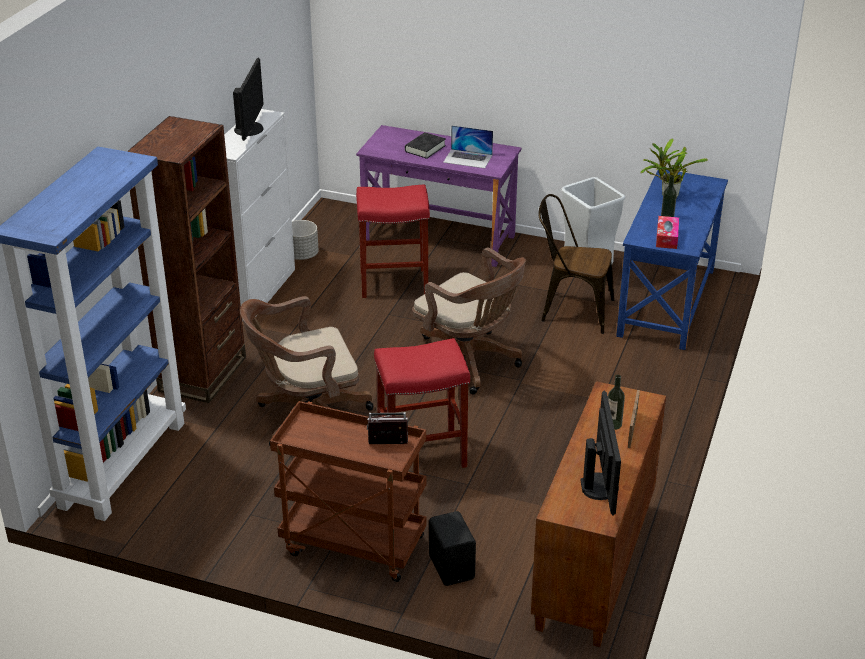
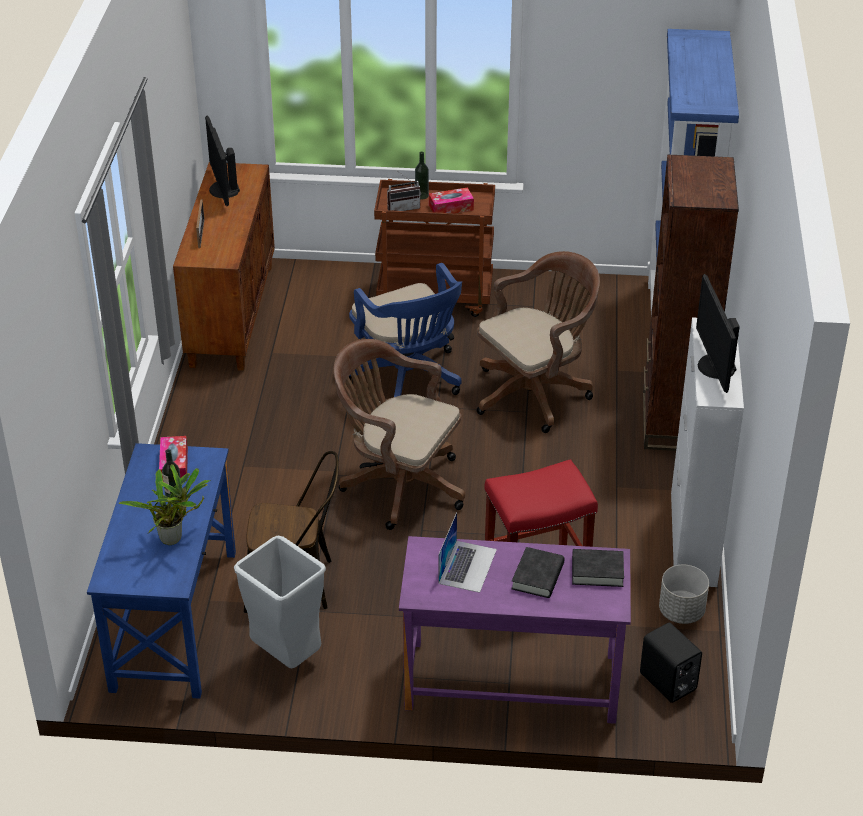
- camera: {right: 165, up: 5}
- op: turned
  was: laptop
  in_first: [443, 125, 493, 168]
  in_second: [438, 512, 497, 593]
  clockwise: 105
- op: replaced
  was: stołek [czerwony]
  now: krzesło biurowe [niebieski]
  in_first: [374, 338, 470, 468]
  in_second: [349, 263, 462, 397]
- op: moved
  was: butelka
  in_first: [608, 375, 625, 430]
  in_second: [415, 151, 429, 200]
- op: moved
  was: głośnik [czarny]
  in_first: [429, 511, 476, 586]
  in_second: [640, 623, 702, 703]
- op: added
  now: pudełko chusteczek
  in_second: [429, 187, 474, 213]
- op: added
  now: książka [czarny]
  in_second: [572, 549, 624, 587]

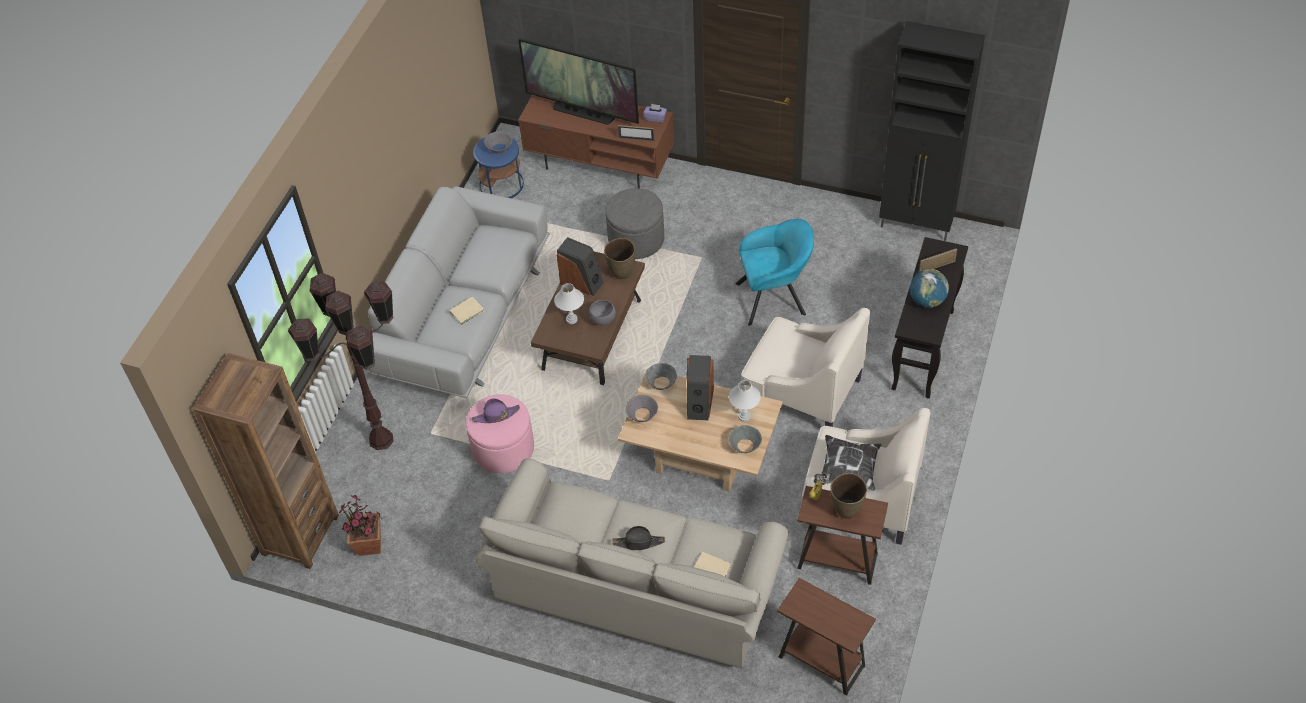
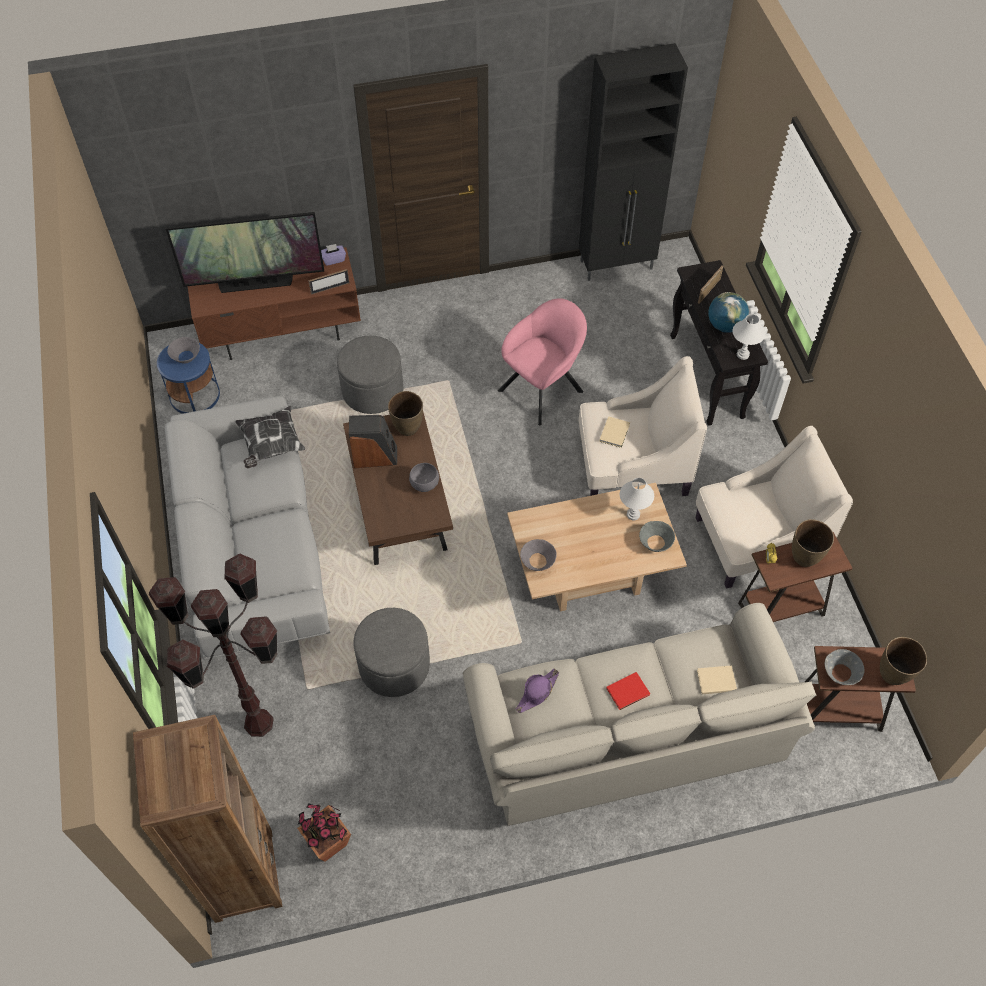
- camera: {right: -35, up: 5}
- op: recoloured
  was: fotel [turkusowy]
  now: fotel [różowy]
  in_first: [735, 219, 814, 326]
  in_second: [498, 298, 587, 426]
- op: moved
  was: lampa stołowa [biały]
  in_first: [554, 283, 584, 324]
  in_second: [733, 314, 766, 360]
- op: moved
  was: książka [beżowy]
  in_first: [449, 297, 484, 325]
  in_second: [599, 416, 630, 448]
- op: removed
  was: głośnik
  in_first: [687, 355, 714, 421]
- op: moved
  was: miska [szary]
  in_first: [645, 363, 677, 390]
  in_second: [825, 649, 865, 685]
- op: recoloured
  was: pufa [różowy]
  now: pufa [szary]
  in_first: [466, 394, 534, 473]
  in_second: [354, 608, 430, 697]
- op: moved
  was: kapelusz [fioletowy]
  in_first: [472, 398, 520, 423]
  in_second: [516, 669, 559, 713]
- op: moved
  was: poduszka
  in_first: [814, 435, 882, 491]
  in_second: [235, 406, 305, 468]
- op: replaced
  was: kapelusz [czarny]
  now: książka [czerwony]
  in_first: [612, 526, 665, 550]
  in_second: [606, 672, 650, 710]
- op: added
  now: wazon [brązowy]
  in_second: [880, 637, 927, 685]

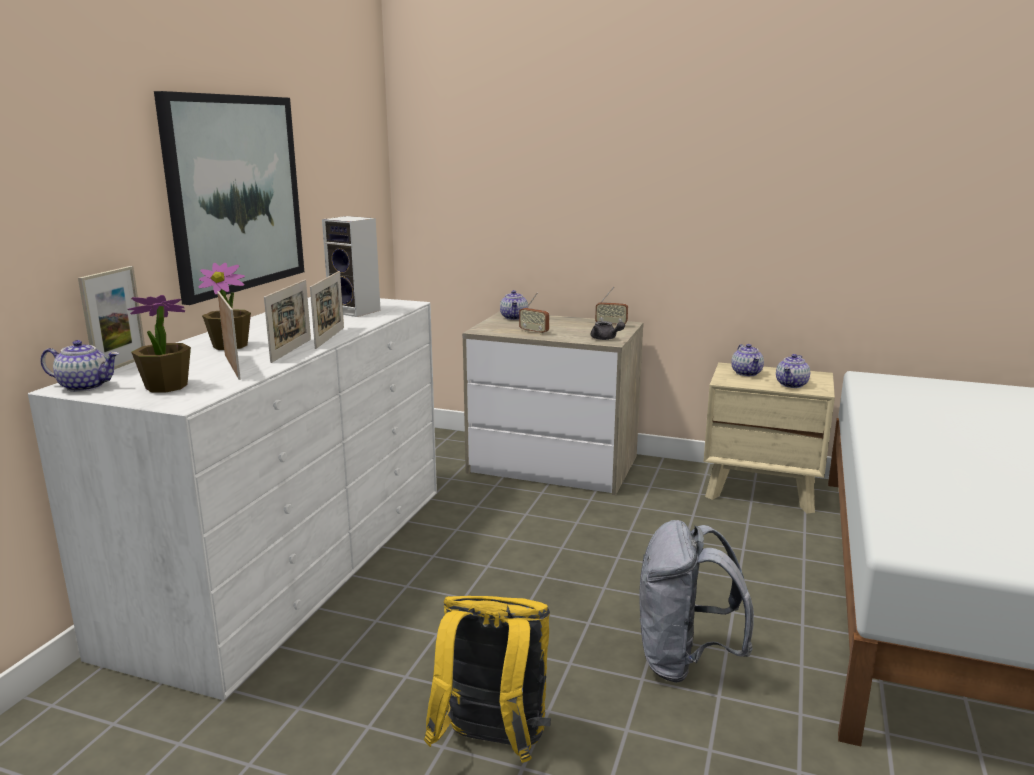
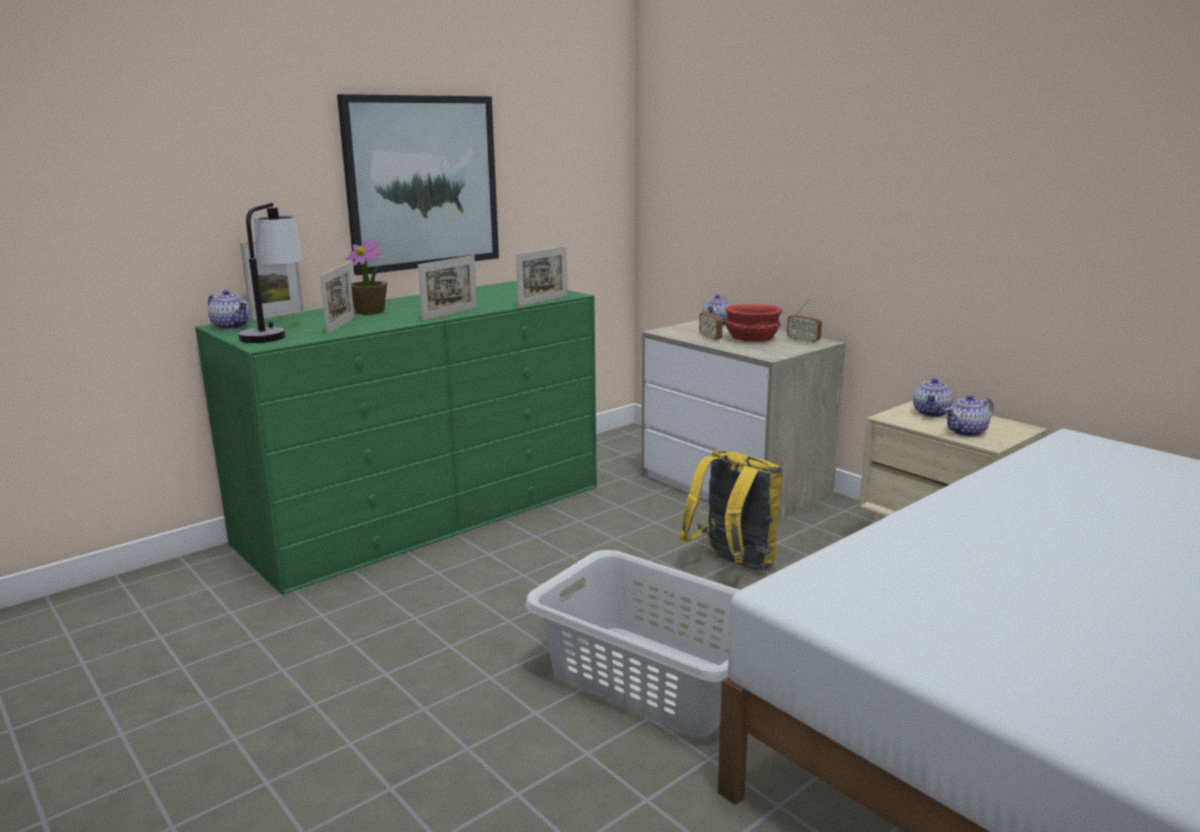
- camera: {right: 30, up: 0}
- op: removed
  was: głośnik
  in_first: [322, 216, 381, 317]
- op: moved
  was: ramka na zdjęcie
  in_first: [264, 280, 311, 363]
  in_second: [516, 246, 568, 307]
- op: replaced
  was: roślina doniczkowa
  now: lampa stołowa
  in_first: [127, 295, 191, 393]
  in_second: [238, 203, 303, 343]
- op: recoloured
  was: komoda [biały]
  now: komoda [zielony]
  in_first: [28, 297, 437, 700]
  in_second: [195, 281, 597, 595]
- op: removed
  was: imbryk [szary]
  in_first: [591, 321, 625, 340]
- op: replaced
  was: plecak [szary]
  now: kosz na pranie [szary]
  in_first: [639, 520, 754, 683]
  in_second: [525, 550, 739, 737]
- op: moved
  was: plecak [żółty]
  in_first: [424, 596, 551, 763]
  in_second: [679, 451, 783, 571]
- op: added
  now: miska [czerwony]
  in_second: [725, 304, 783, 342]

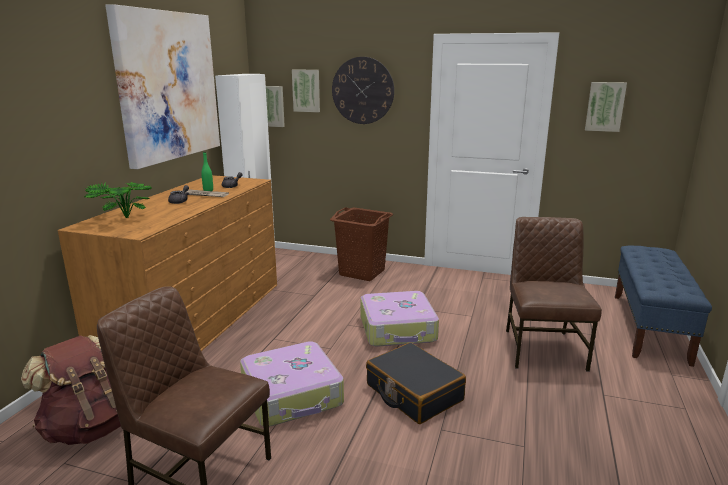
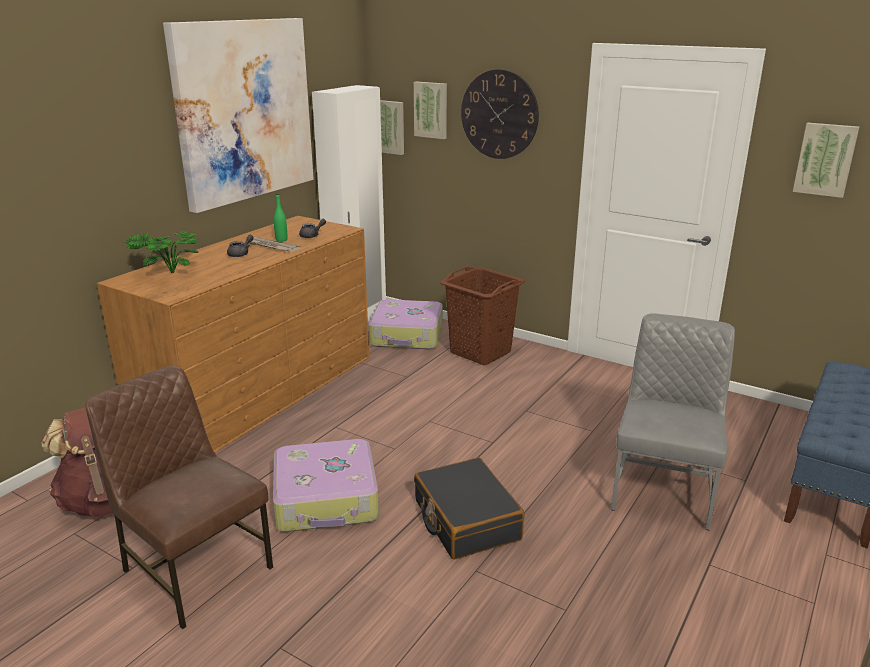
- camera: {right: 15, up: 5}
- op: recoloured
  was: krzesło [brązowy]
  now: krzesło [szary]
  in_first: [506, 217, 602, 372]
  in_second: [611, 313, 735, 530]
- op: moved
  was: walizka
  in_first: [360, 291, 439, 347]
  in_second: [369, 299, 443, 349]

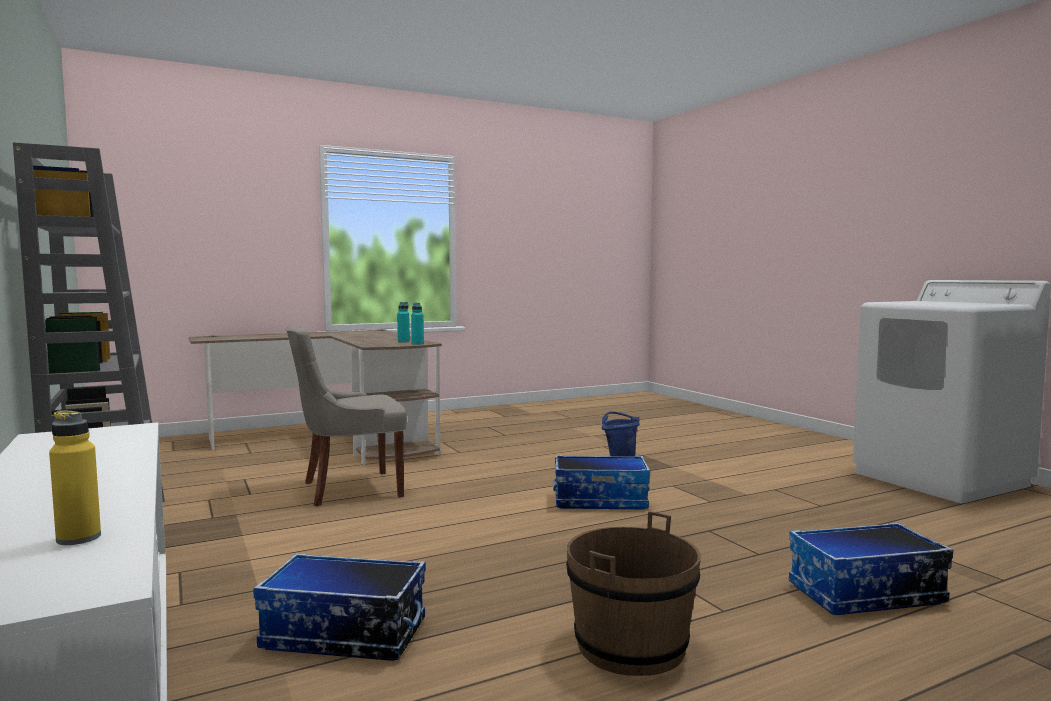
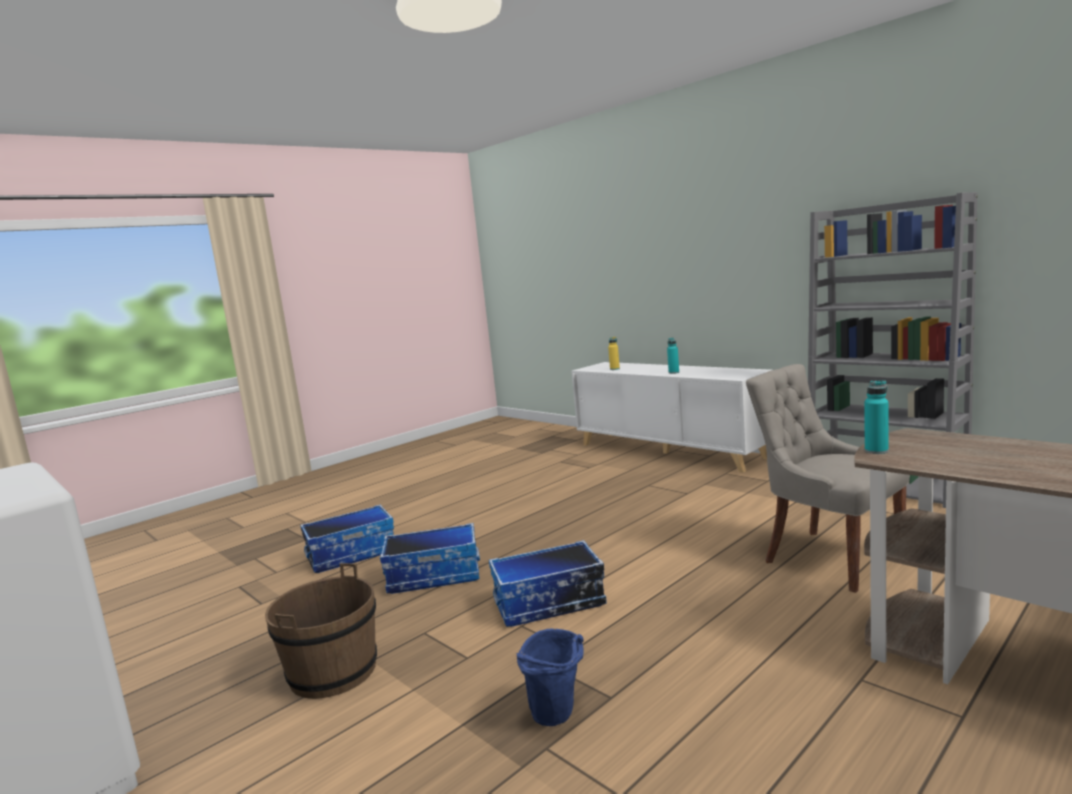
- camera: {right: 165, up: 5}
- op: moved
  was: butelka [turkusowy]
  in_first: [397, 302, 410, 343]
  in_second: [667, 338, 679, 374]
- op: turned
  was: krzesło [szary]
  in_first: [285, 324, 407, 506]
  in_second: [746, 364, 910, 593]
  clockwise: -90
- op: moved
  was: wiadro [brązowy]
  in_first: [566, 511, 701, 676]
  in_second: [265, 563, 377, 699]
- op: moved
  was: pojemnik do przechowywania
  in_first: [253, 553, 426, 661]
  in_second: [380, 523, 480, 594]

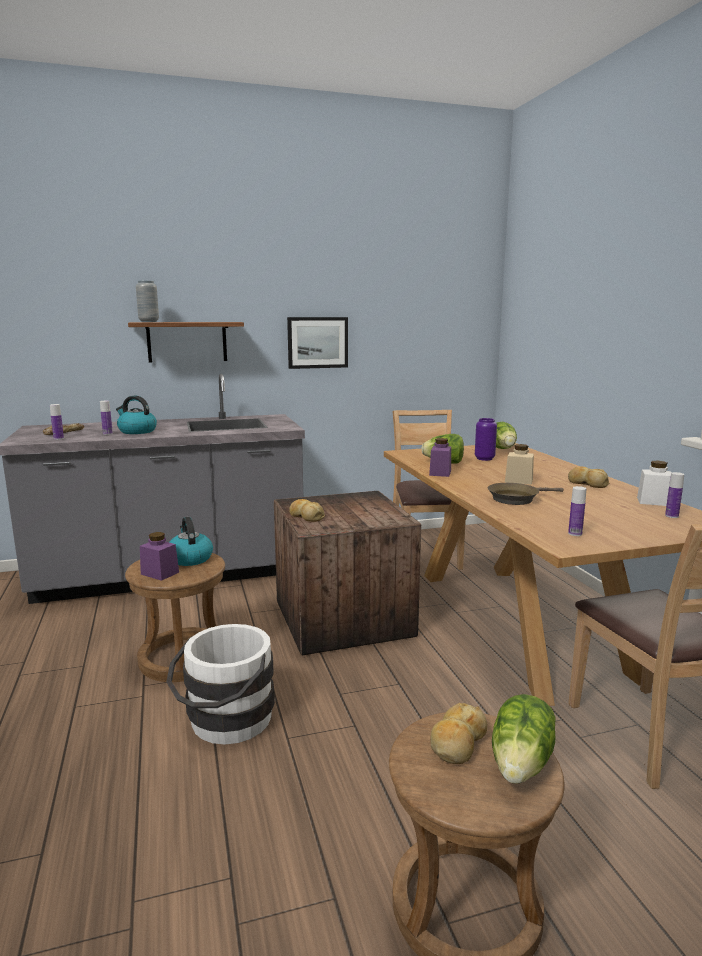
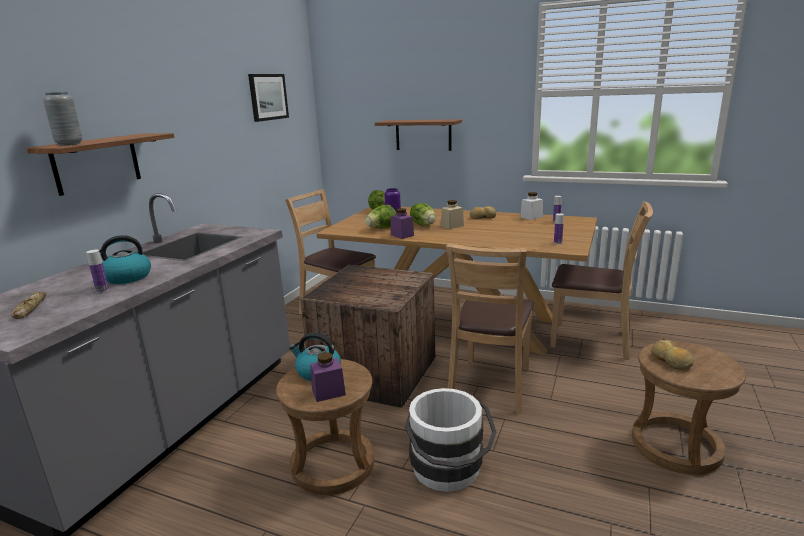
- camera: {right: -50, up: 5}
- op: moved
  was: obraz
  in_first: [287, 317, 348, 369]
  in_second: [248, 74, 289, 122]
- op: removed
  was: butelka
  in_first: [50, 404, 64, 440]
- op: removed
  was: patelnia [brązowy]
  in_first: [487, 483, 564, 505]
- op: removed
  was: chleb
  in_first: [289, 499, 325, 522]
- op: moved
  was: sałata
  in_first: [492, 694, 556, 784]
  in_second: [410, 203, 436, 226]
- op: added
  now: półka
  in_second: [375, 119, 462, 151]
- op: added
  now: krzesło [brązowy]
  in_second: [446, 243, 534, 414]

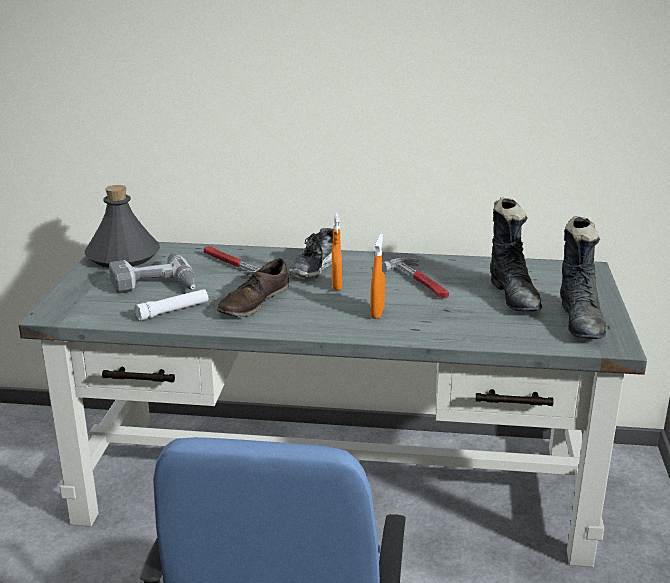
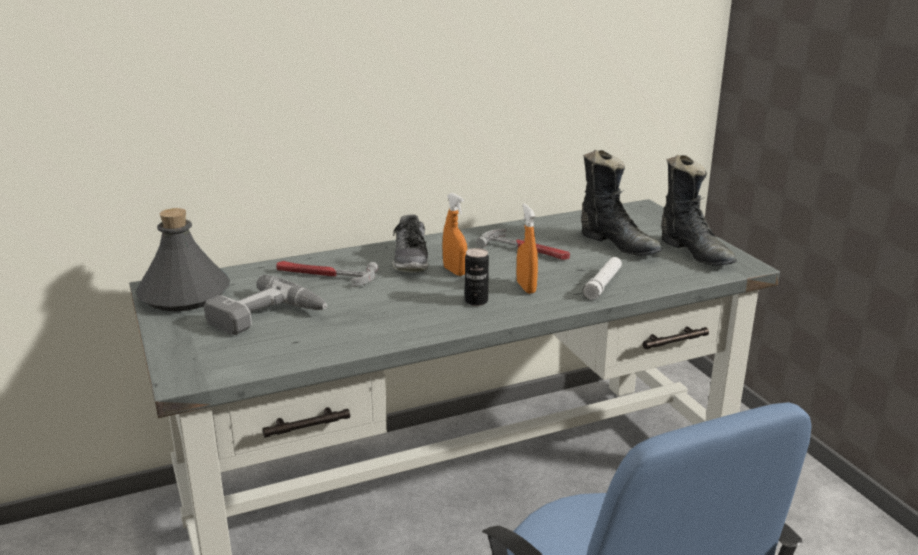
- camera: {right: -30, up: 0}
- op: removed
  was: but [brązowy]
  in_first: [217, 259, 289, 317]
- op: moved
  was: latarka [biały]
  in_first: [135, 289, 208, 321]
  in_second: [583, 257, 622, 300]
- op: added
  now: puszka
  in_second: [465, 248, 489, 306]

